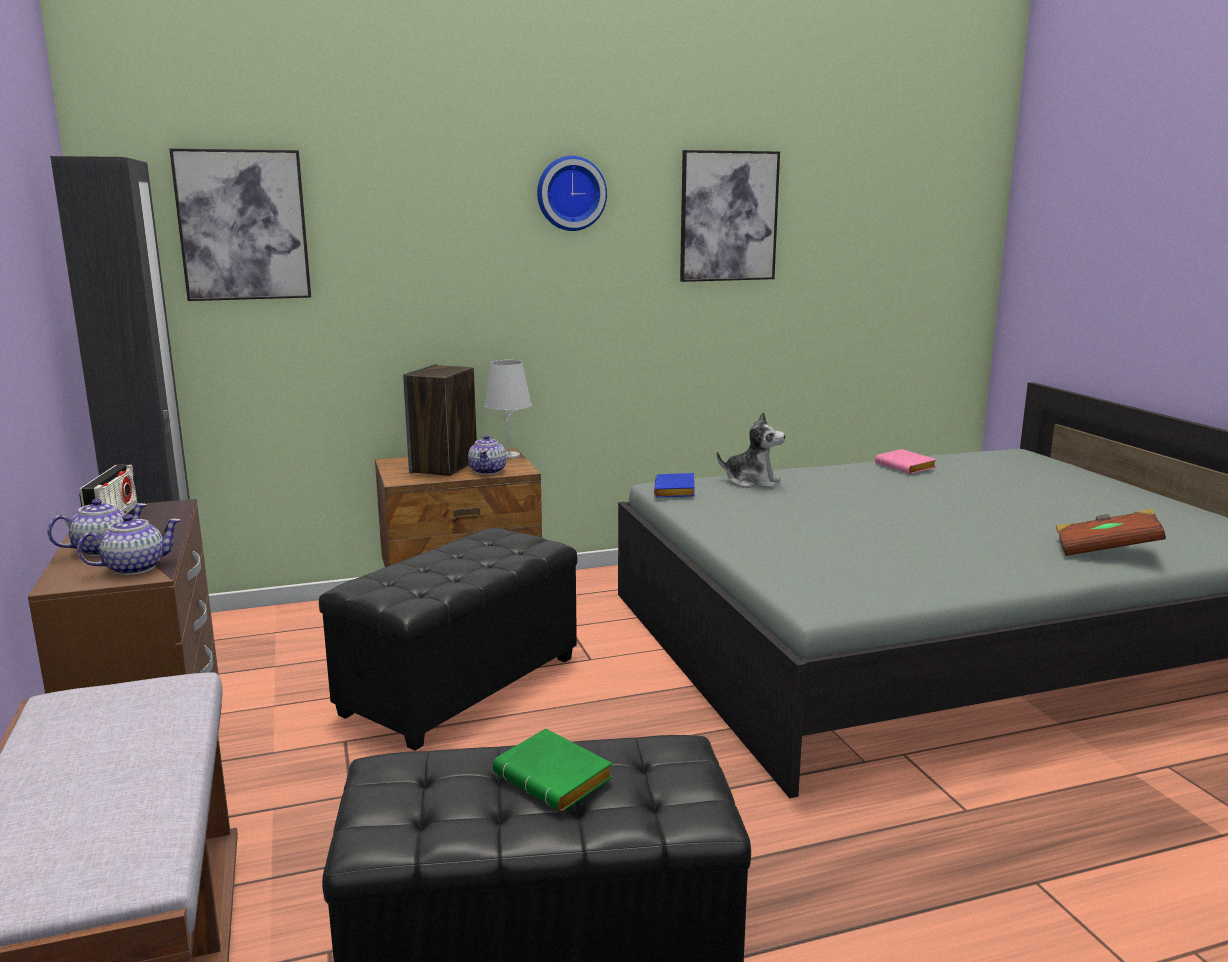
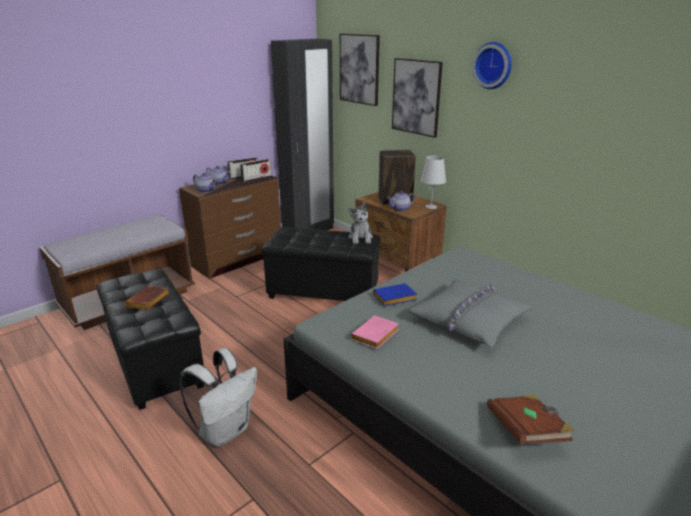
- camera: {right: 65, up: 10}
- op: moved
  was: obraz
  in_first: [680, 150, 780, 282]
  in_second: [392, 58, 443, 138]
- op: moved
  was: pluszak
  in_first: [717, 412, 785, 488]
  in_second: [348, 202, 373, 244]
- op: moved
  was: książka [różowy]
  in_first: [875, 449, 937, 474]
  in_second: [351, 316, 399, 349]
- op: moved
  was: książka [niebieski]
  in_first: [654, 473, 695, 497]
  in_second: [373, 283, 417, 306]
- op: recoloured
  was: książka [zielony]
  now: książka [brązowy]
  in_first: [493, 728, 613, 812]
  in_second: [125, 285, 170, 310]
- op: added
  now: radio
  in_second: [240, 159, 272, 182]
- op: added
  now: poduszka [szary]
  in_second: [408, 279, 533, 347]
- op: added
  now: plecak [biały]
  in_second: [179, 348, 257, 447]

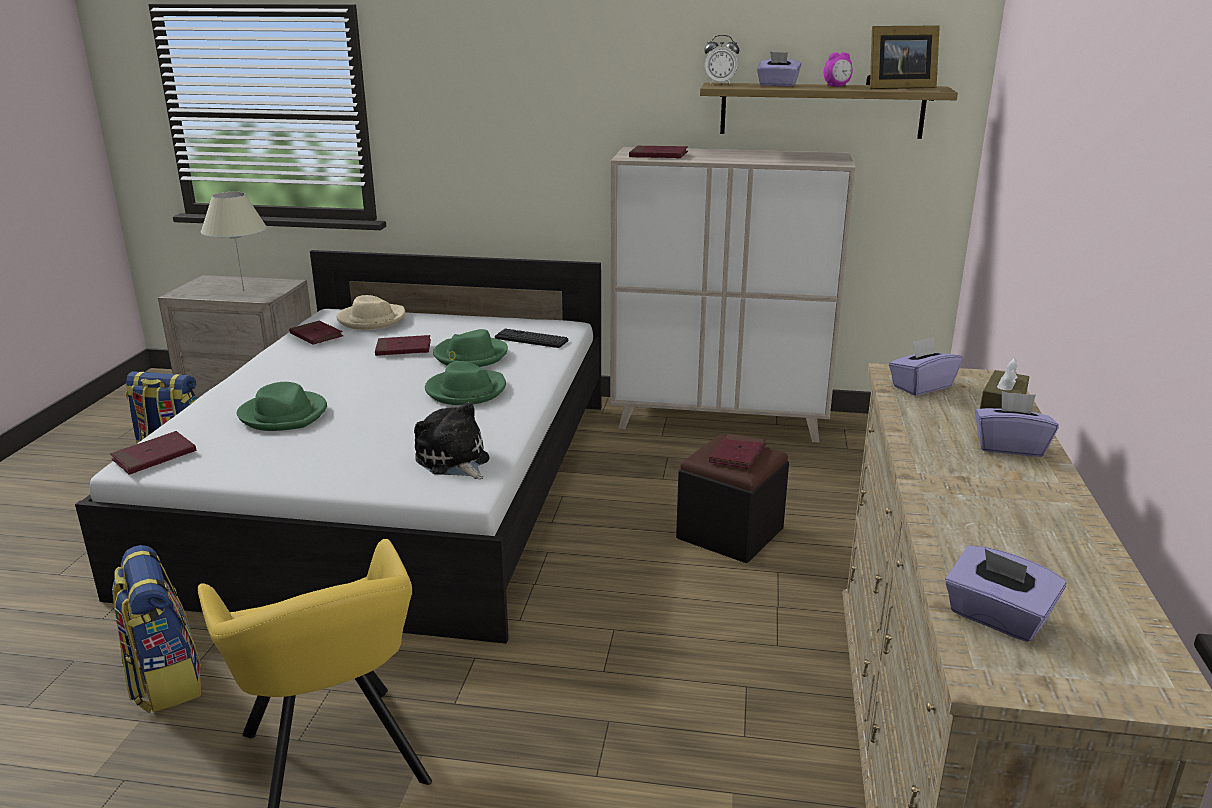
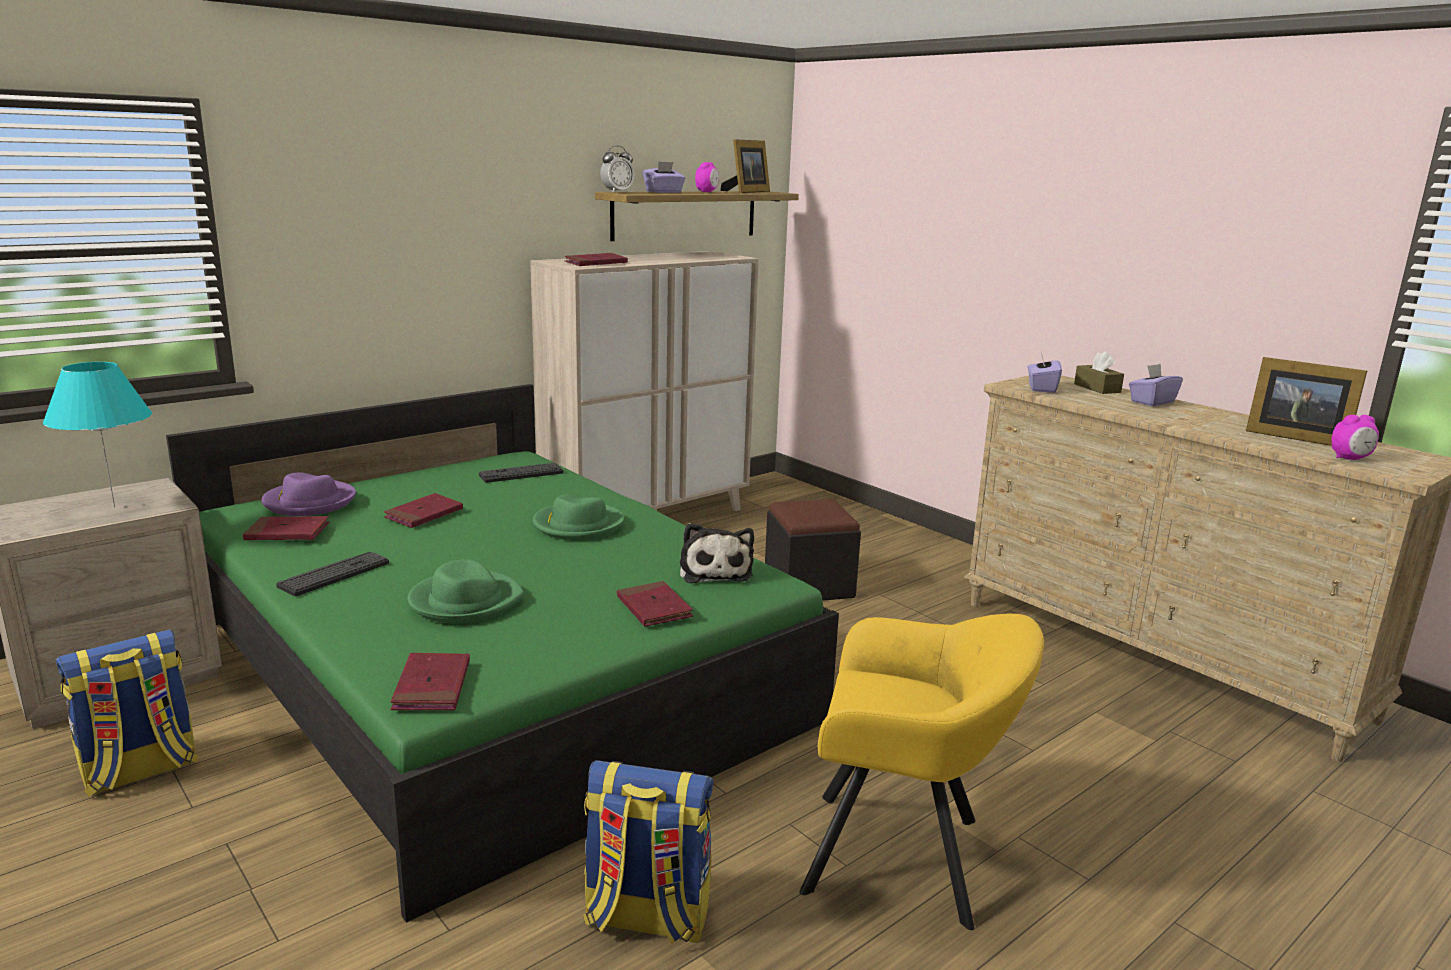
- camera: {right: -50, up: -5}
- op: recoloured
  was: lampa stołowa [beżowy]
  now: lampa stołowa [turkusowy]
  in_first: [201, 192, 267, 291]
  in_second: [43, 362, 152, 508]
- op: recoloured
  was: łóżko [biały]
  now: łóżko [zielony]
  in_first: [75, 250, 601, 644]
  in_second: [166, 384, 839, 923]
- op: recoloured
  was: kapelusz [beżowy]
  now: kapelusz [fioletowy]
  in_first: [337, 295, 405, 330]
  in_second: [261, 472, 356, 516]
- op: removed
  was: kapelusz [zielony]
  in_first: [433, 329, 508, 367]
- op: turned
  was: pluszak
  in_first: [414, 402, 489, 479]
  in_second: [680, 523, 754, 583]
  clockwise: -105
- op: moved
  was: książka [czerwony]
  in_first: [709, 434, 766, 469]
  in_second: [617, 581, 693, 627]
- op: replaced
  was: pudełko chusteczek [fioletowy]
  now: budzik
  in_first: [945, 545, 1067, 642]
  in_second: [1331, 415, 1379, 460]
- op: added
  now: ramka na zdjęcie
  in_second: [1246, 357, 1367, 446]
- op: added
  now: klawiatura
  in_second: [276, 552, 389, 596]

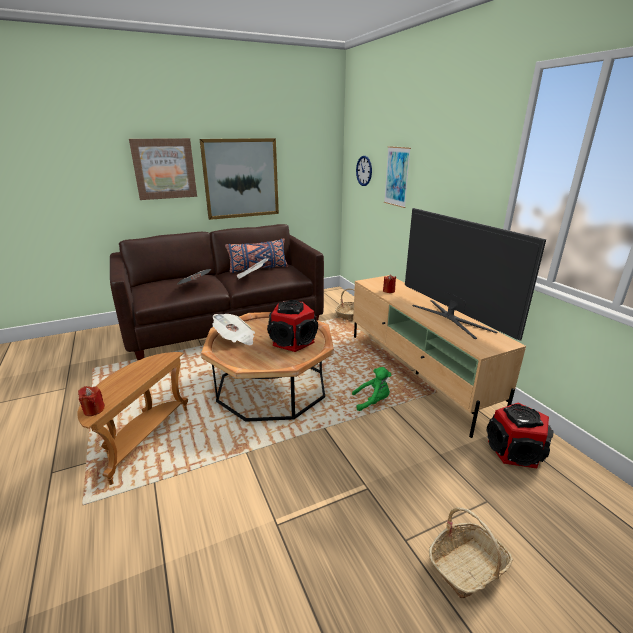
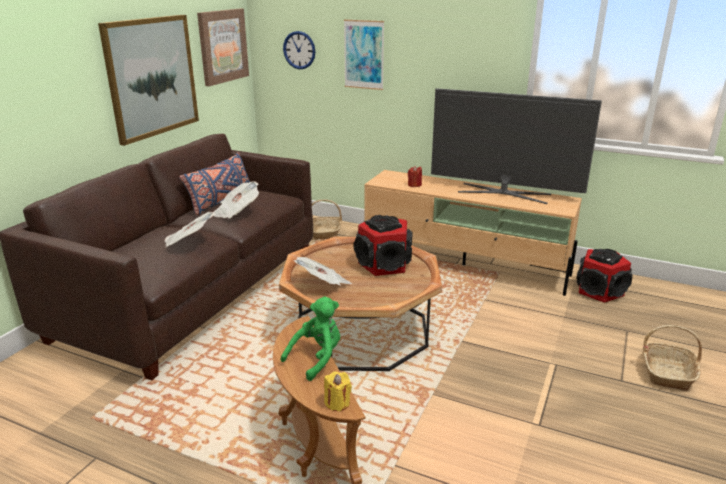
- camera: {right: -40, up: 0}
- op: moved
  was: obraz
  in_first: [129, 138, 197, 200]
  in_second: [197, 9, 249, 86]
- op: moved
  was: pluszak [zielony]
  in_first: [352, 367, 391, 411]
  in_second: [280, 297, 340, 381]
- op: recoloured
  was: świeca [czerwony]
  now: świeca [żółty]
  in_first: [78, 386, 105, 416]
  in_second: [324, 371, 352, 411]

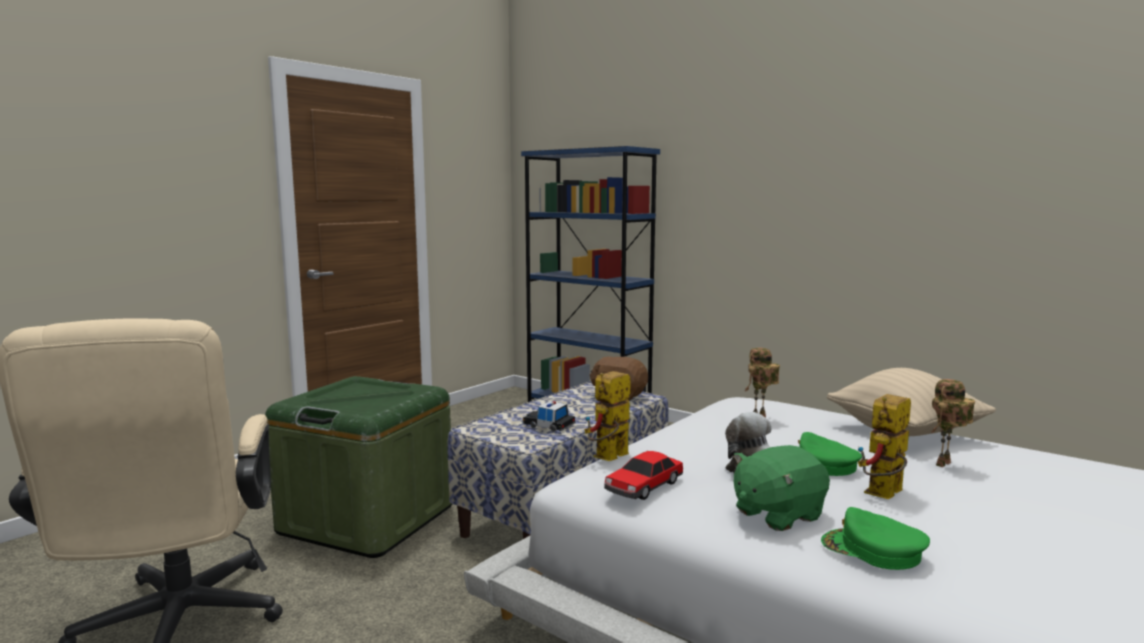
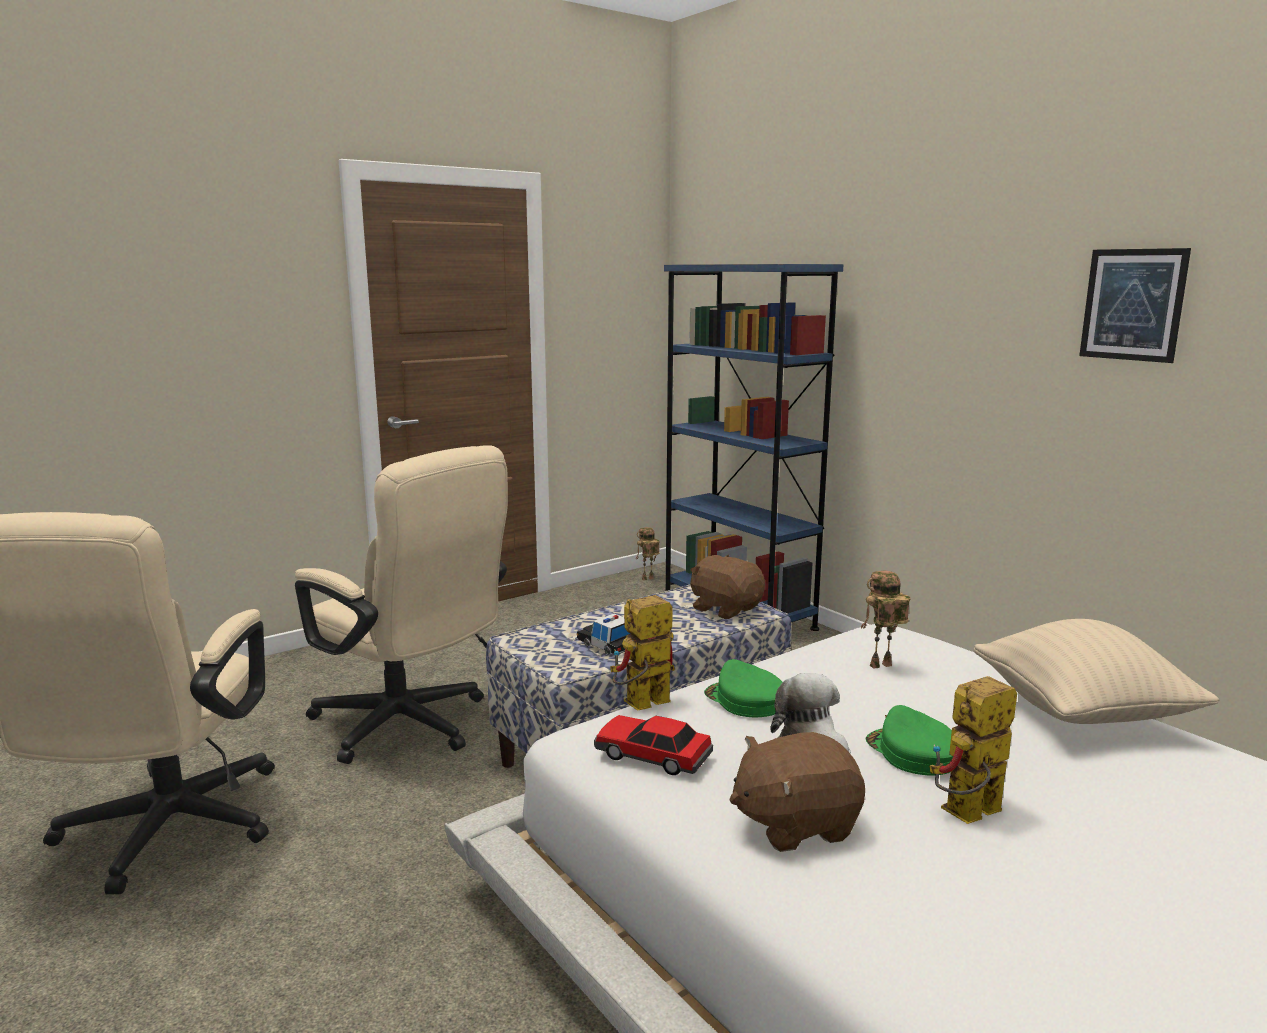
- camera: {right: 15, up: 5}
- op: replaced
  was: pojemnik do przechowywania [zielony]
  now: krzesło biurowe [beżowy]
  in_first: [265, 376, 452, 558]
  in_second: [295, 445, 508, 764]
- op: moved
  was: robot zabawkowy
  in_first: [931, 379, 975, 467]
  in_second: [636, 527, 660, 581]
- op: recoloured
  was: pluszak [zielony]
  now: pluszak [brązowy]
  in_first: [733, 445, 830, 531]
  in_second: [730, 732, 865, 852]
- op: turned
  was: samochodzik
  in_first: [604, 451, 683, 500]
  in_second: [594, 715, 713, 775]
  clockwise: 60
- op: moved
  was: czapka z daszkiem [zielony]
  in_first: [821, 507, 930, 570]
  in_second: [704, 659, 782, 717]
- op: added
  now: obraz
  in_second: [1079, 248, 1191, 363]

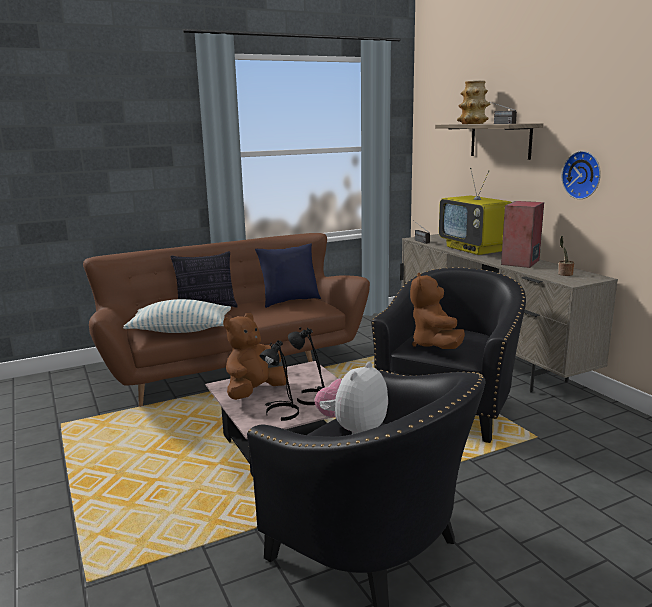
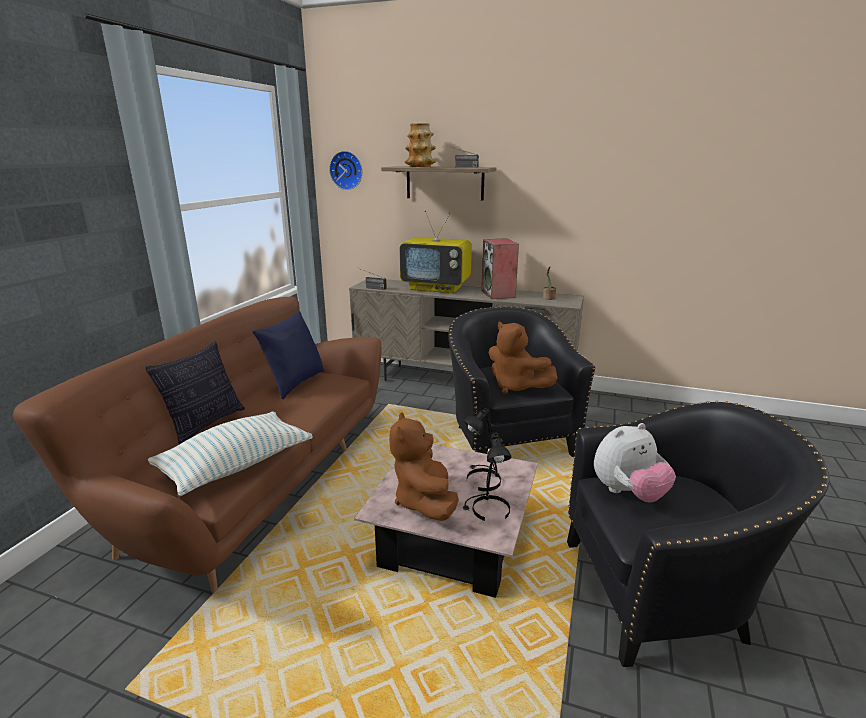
- camera: {right: -45, up: 5}
- op: moved
  was: zegar ścienny
  in_first: [562, 151, 601, 199]
  in_second: [329, 151, 363, 190]
- op: turned
  was: pluszak
  in_first: [315, 362, 388, 434]
  in_second: [594, 423, 676, 502]
  clockwise: -105

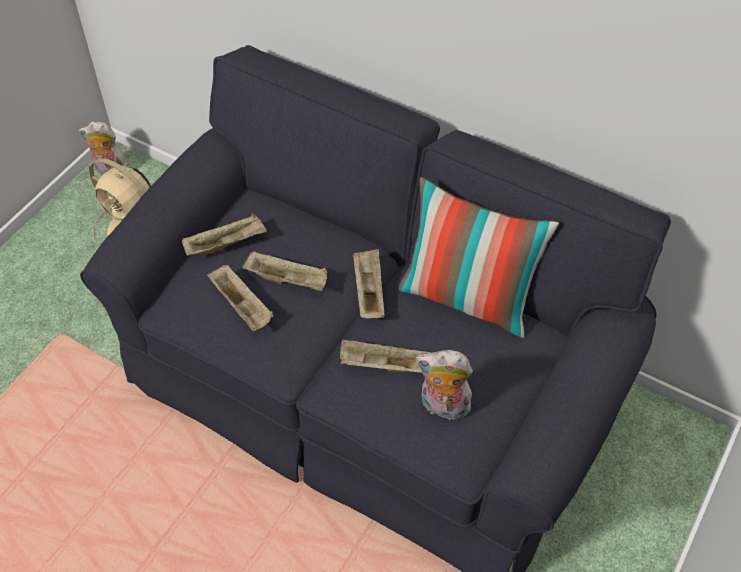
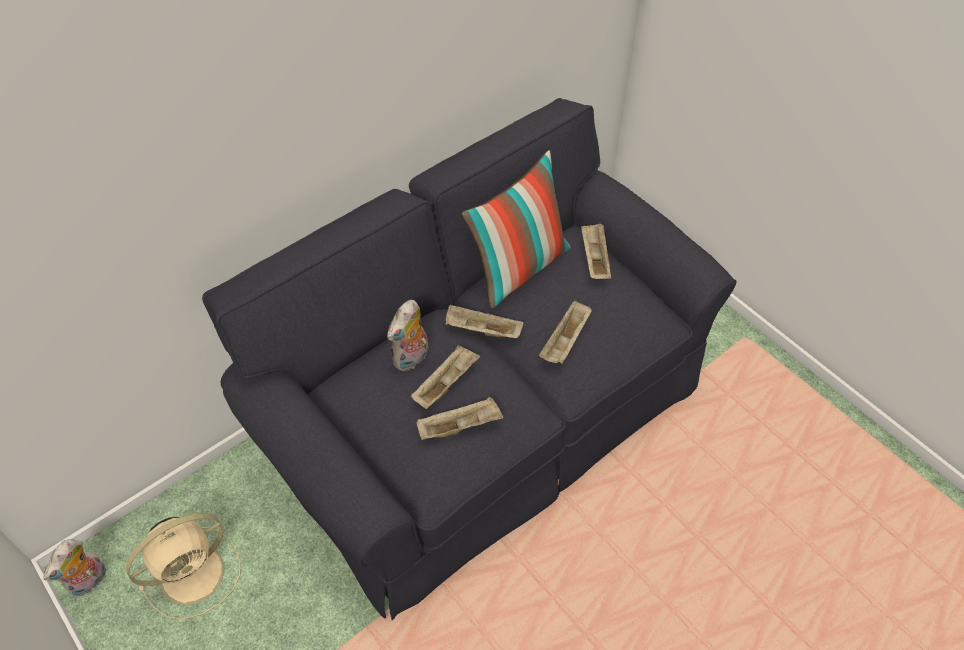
- camera: {right: -70, up: 0}
- op: moved
  was: taca [beżowy]
  in_first: [182, 214, 267, 256]
  in_second: [581, 224, 611, 279]
- op: moved
  was: pluszak
  in_first: [416, 350, 474, 420]
  in_second: [387, 300, 429, 371]

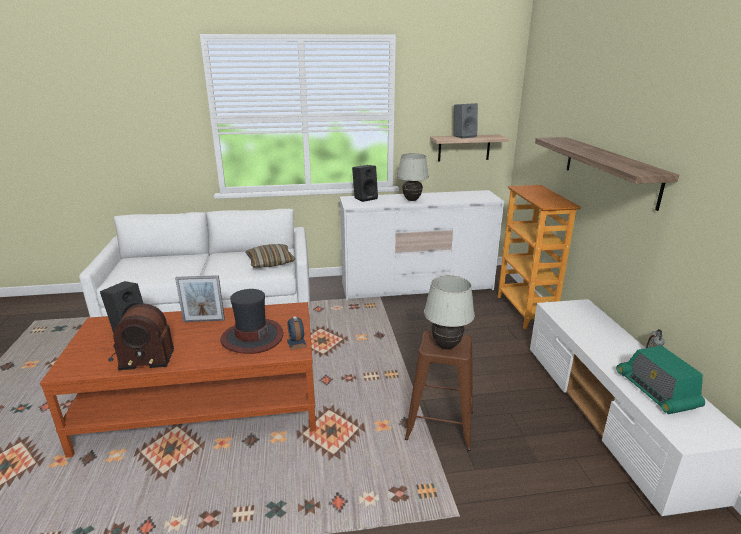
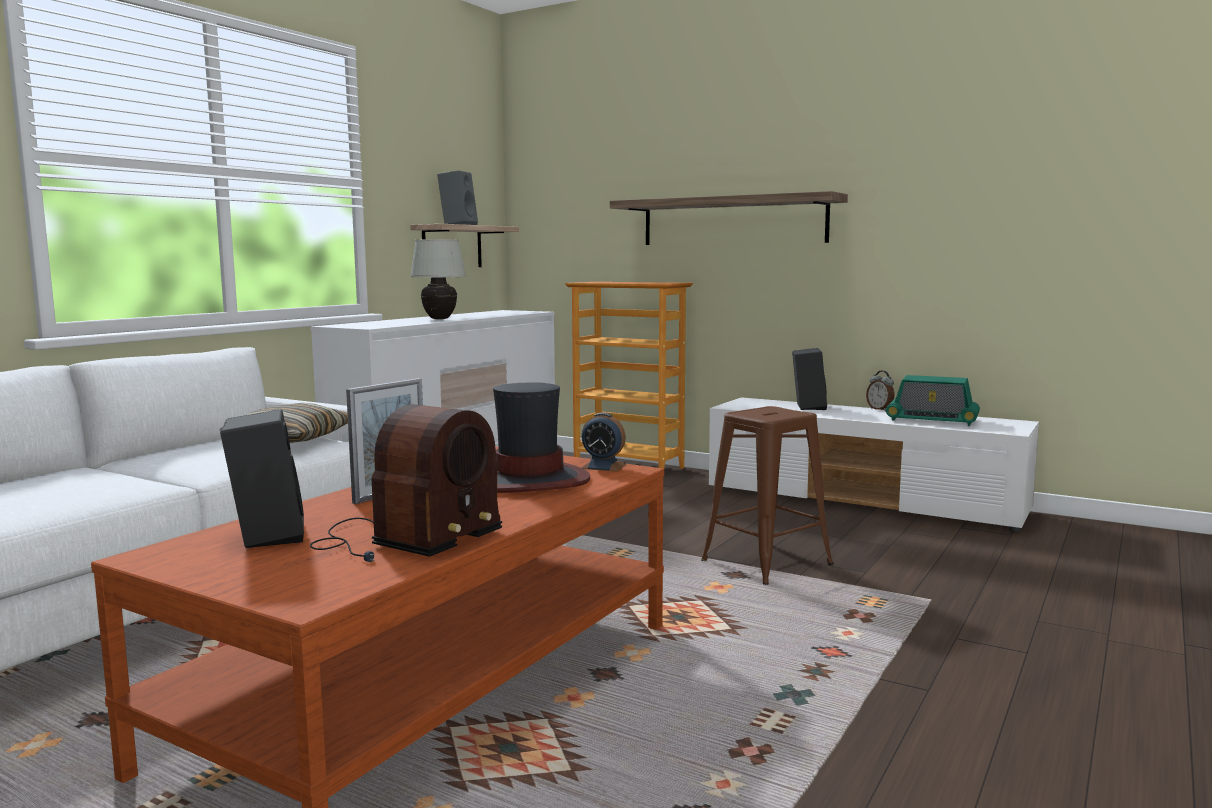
- camera: {right: -50, up: -15}
- op: moved
  was: głośnik [czarny]
  in_first: [352, 165, 378, 202]
  in_second: [792, 348, 827, 410]
- op: removed
  was: lampa stołowa [biały]
  in_first: [424, 275, 475, 349]

